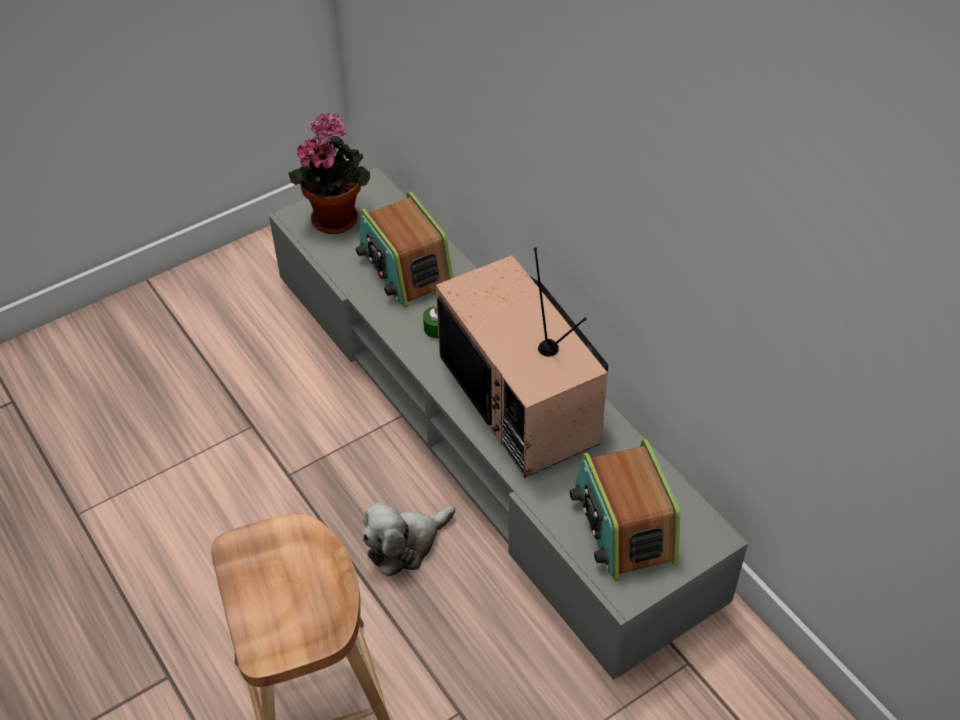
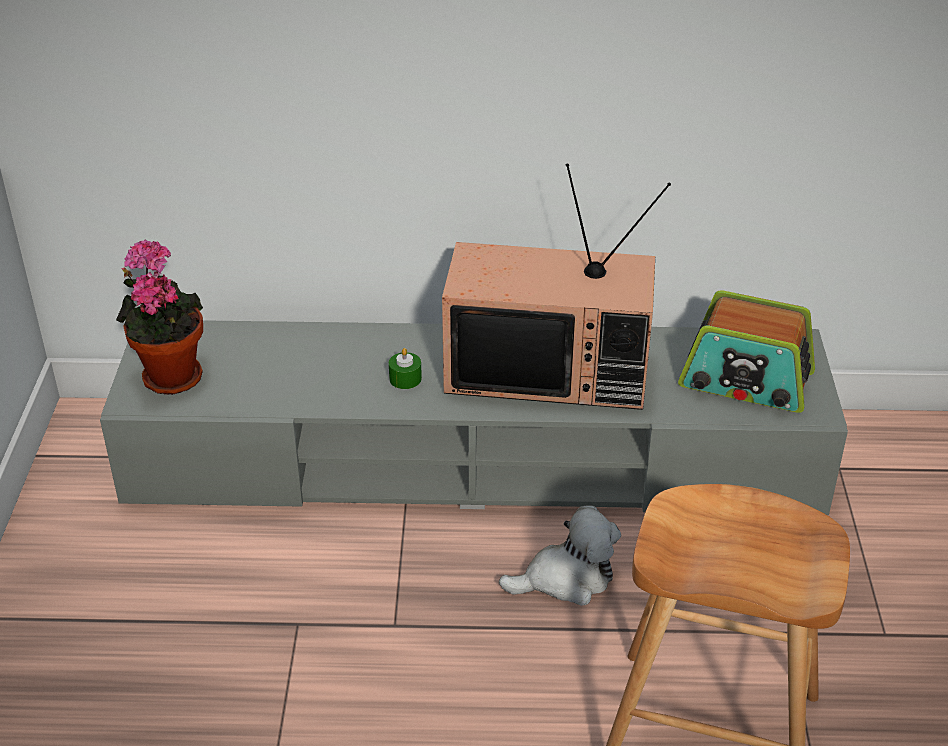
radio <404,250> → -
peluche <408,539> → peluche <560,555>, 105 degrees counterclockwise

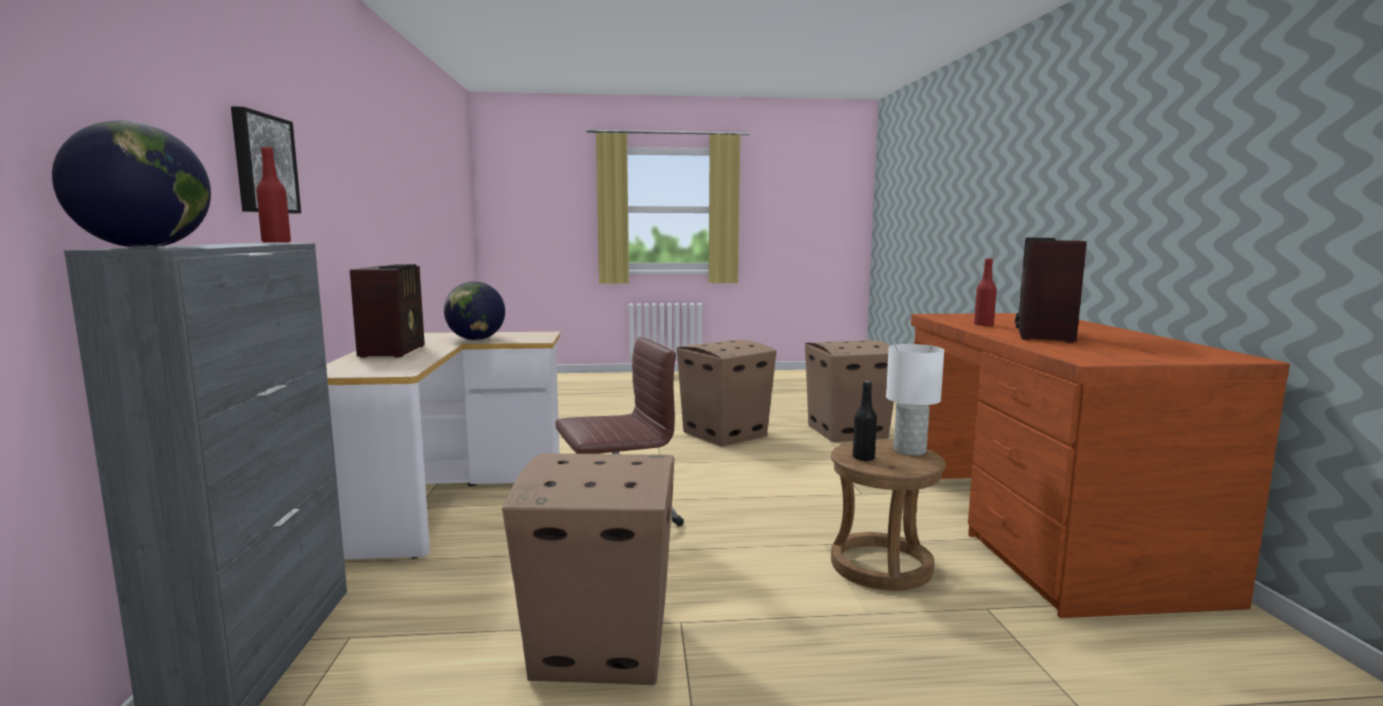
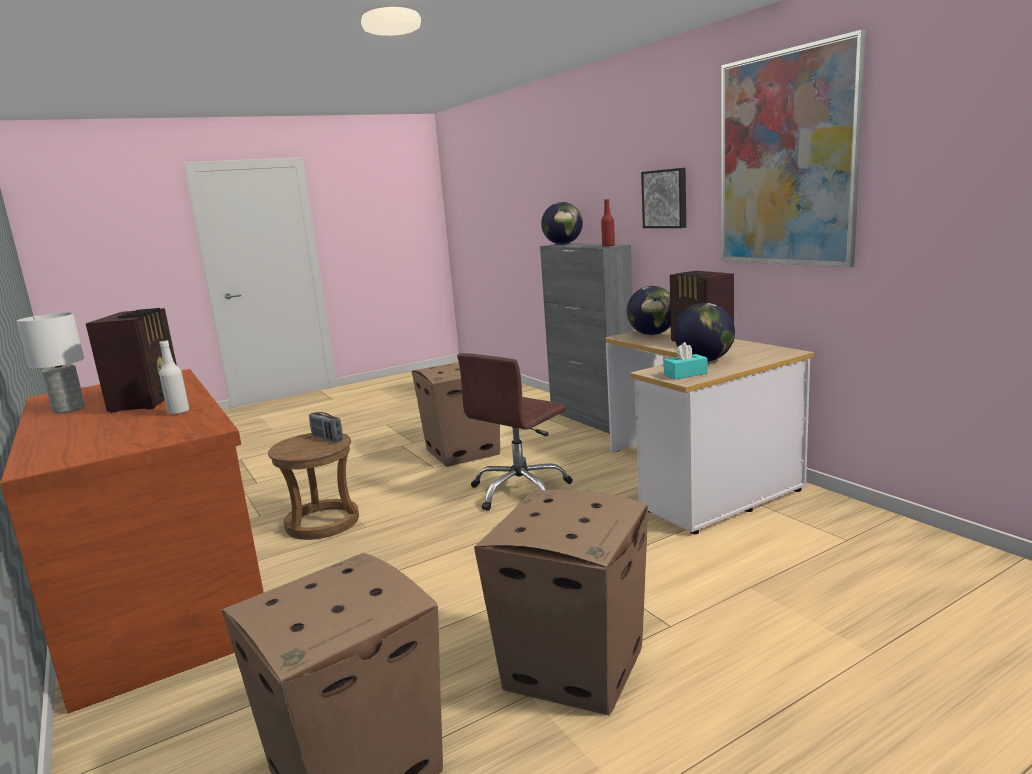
botella (negro) <865,421> → radio <326,427>
lámpara de mesa (blanco) <915,400> → lámpara de mesa (blanco) <51,362>, shifted
botella (rojo) <985,292> → botella (blanco) <174,377>
- → globo terráqueo <649,310>
- → caja de pañuelos (turquesa) <685,361>
- → cuadro <793,148>

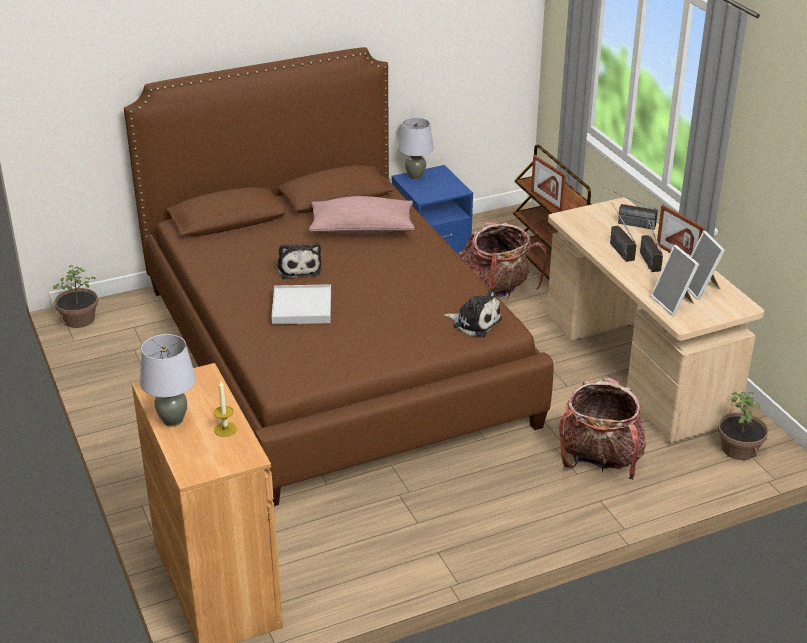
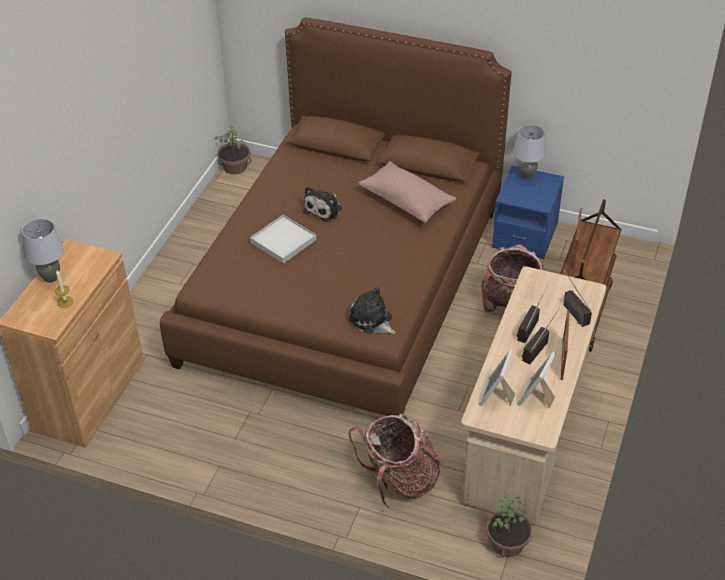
peluche <473,312> → peluche <372,310>, 150 degrees clockwise

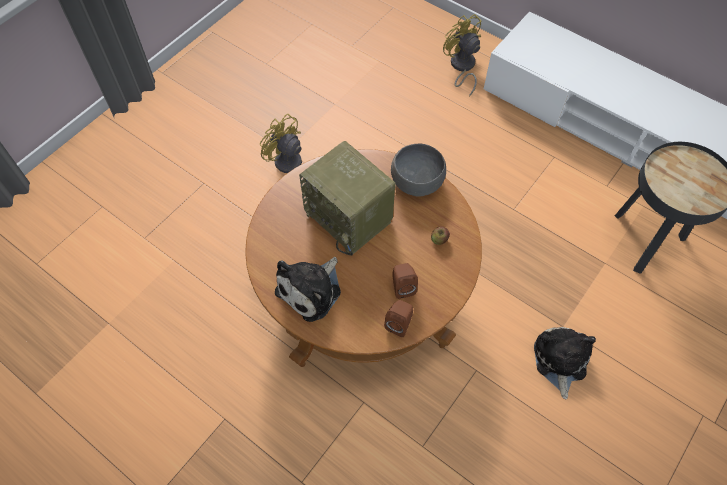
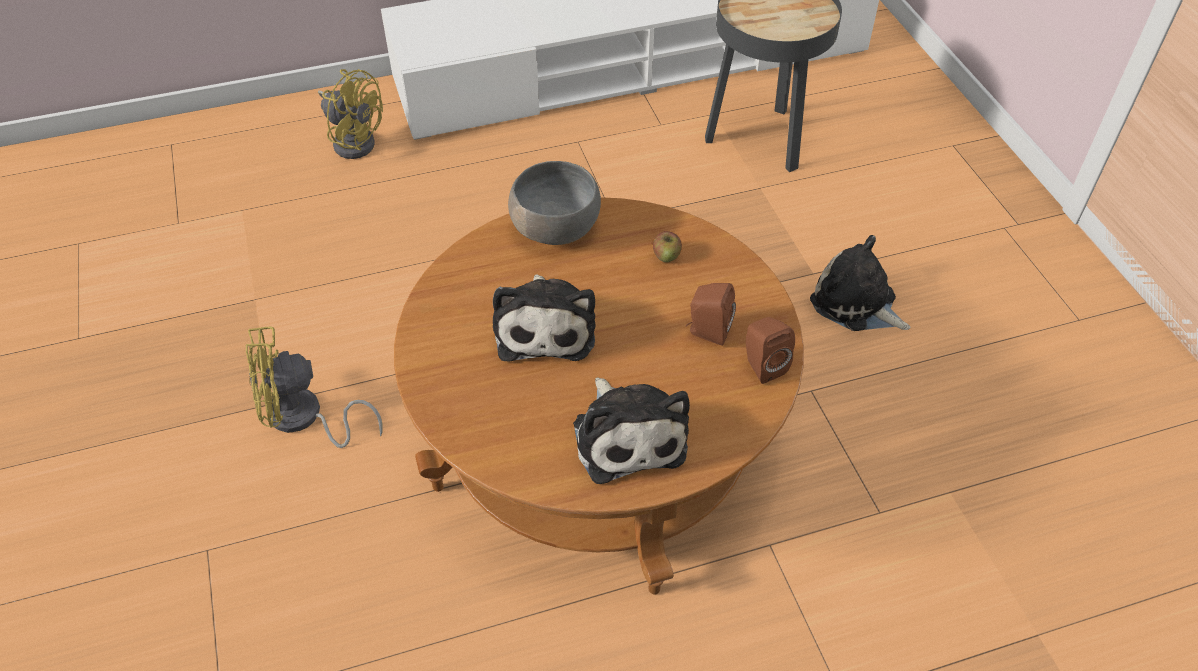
radio <347,198> → peluche <544,317>
ventilador (amarillo) <462,55> → ventilador (amarillo) <350,114>, 150 degrees counterclockwise

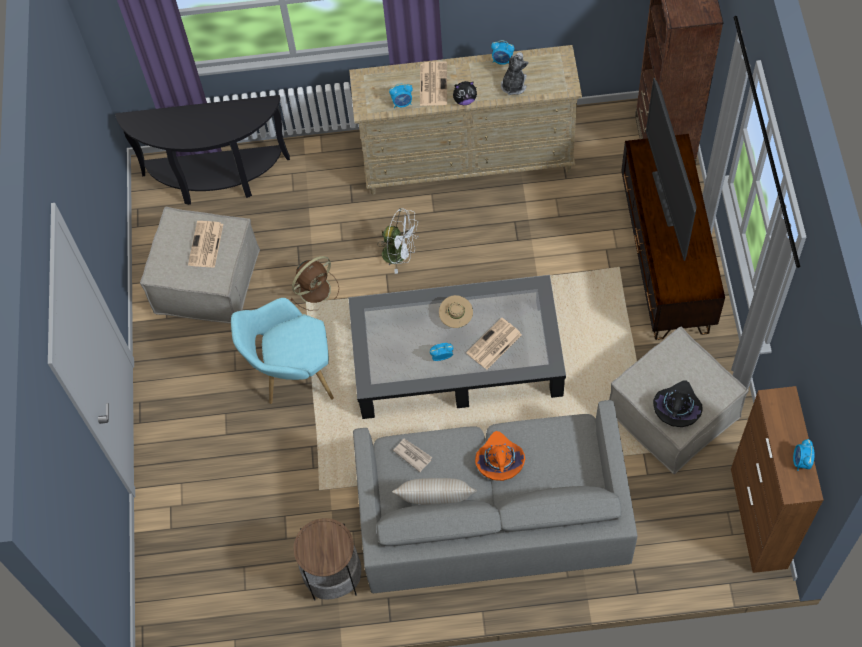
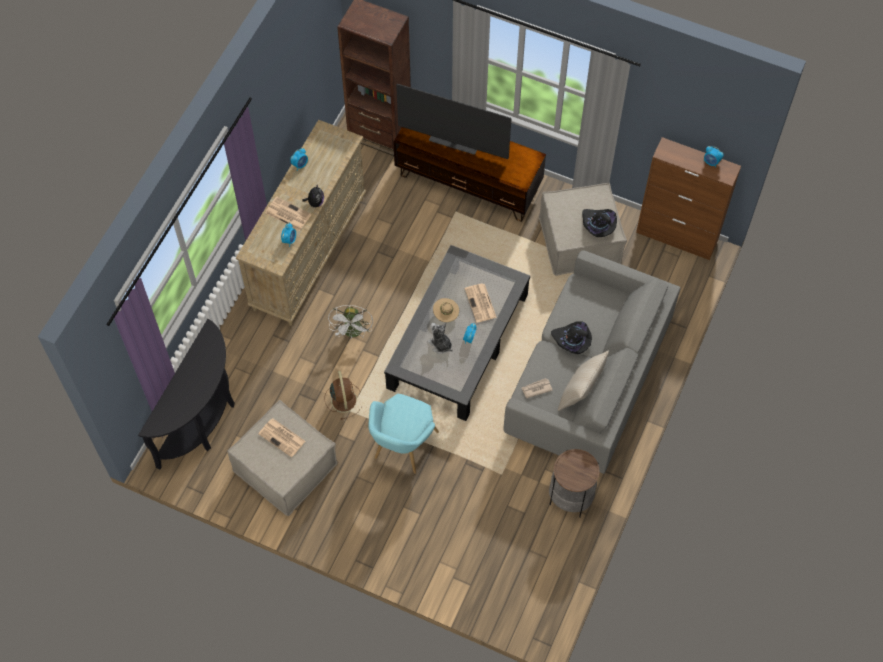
ventilador (blanco) <398,241> → ventilador (blanco) <350,322>, 135 degrees clockwise
sombrero (naranja) <500,456> → sombrero (negro) <571,337>
peluche <514,73> → peluche <440,338>, shifted

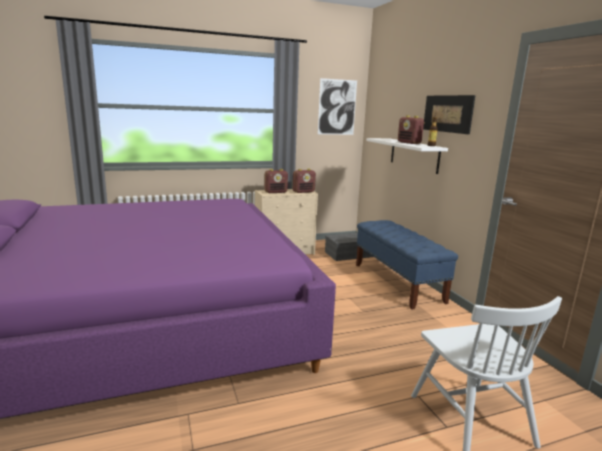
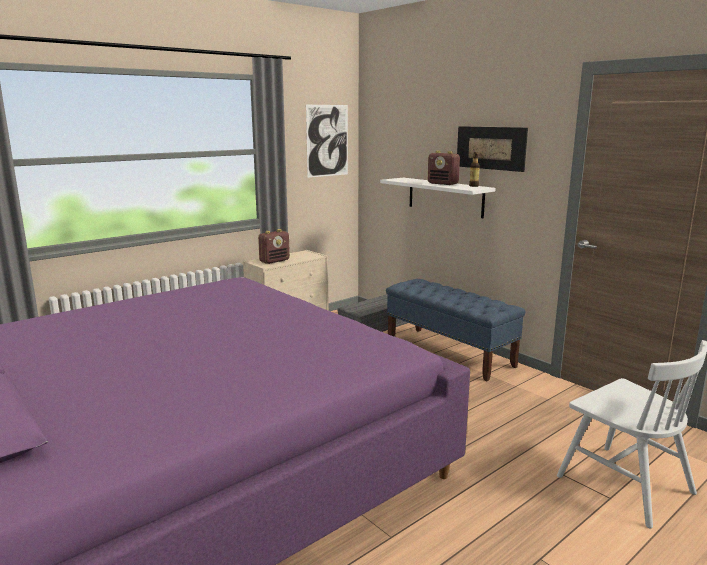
radio <304,181> → -

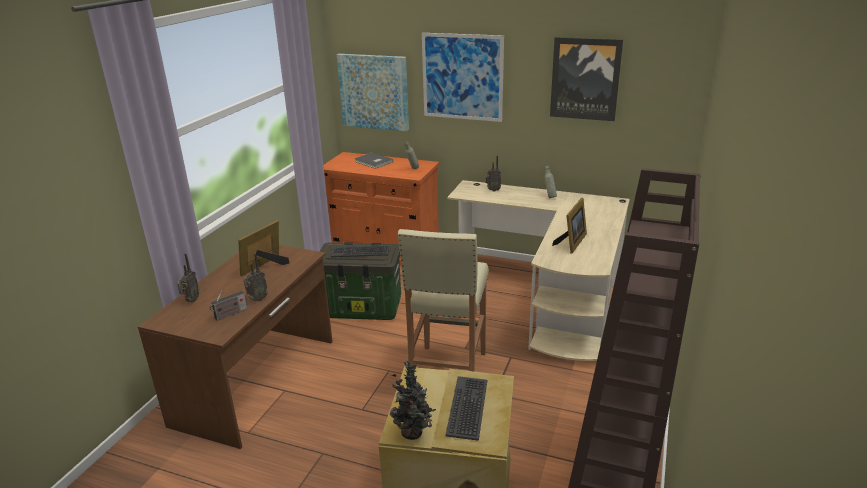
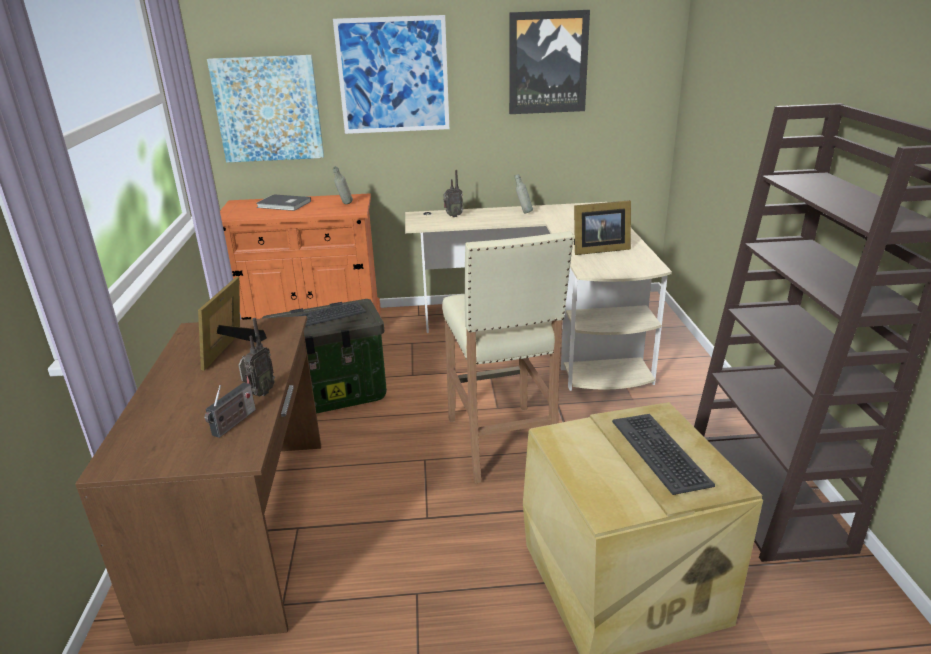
radio <188,277> → -
planta en maceta <413,400> → -
portarretratos <569,226> → portarretratos <602,227>, 75 degrees clockwise

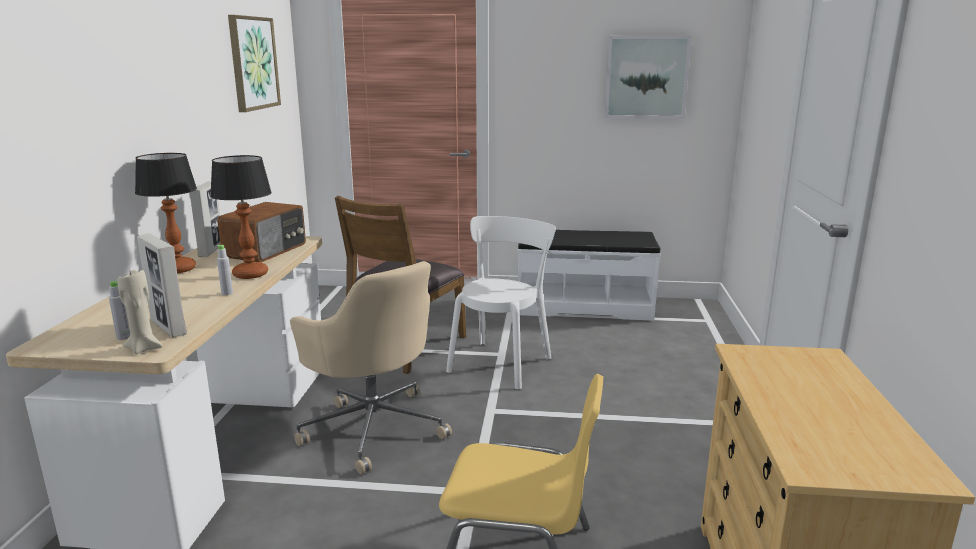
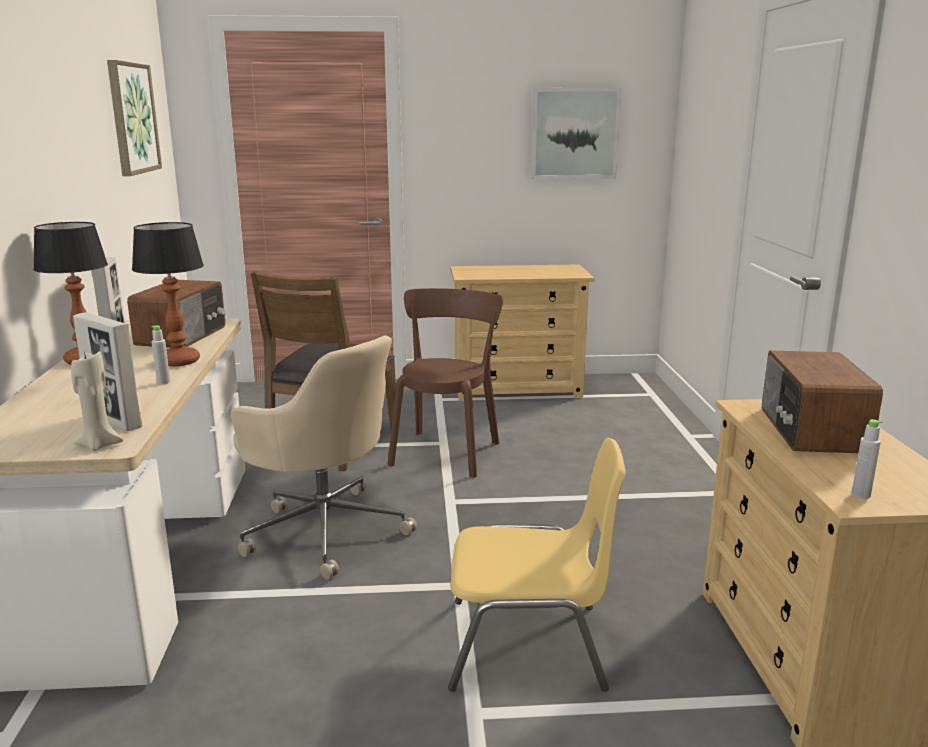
botella (gris) <119,310> → botella (gris) <867,459>, shifted
silla (blanco) <501,302> → silla (marrón) <445,383>
banco (blanco) <589,275> → cómoda (beis) <522,332>
- → radio <822,402>

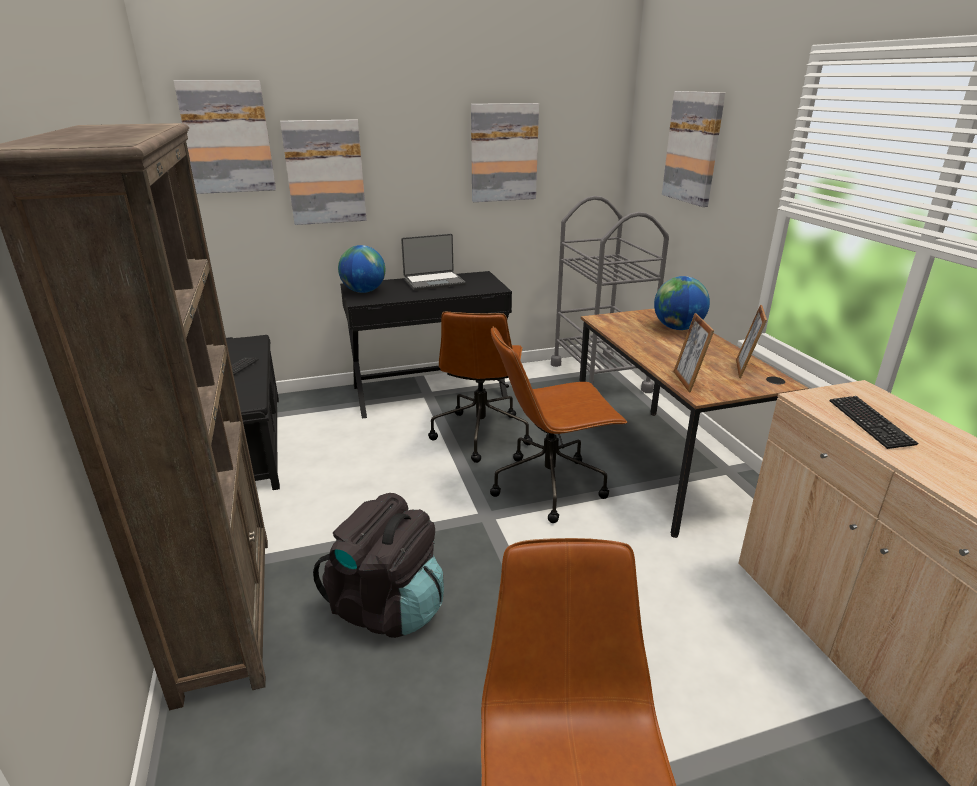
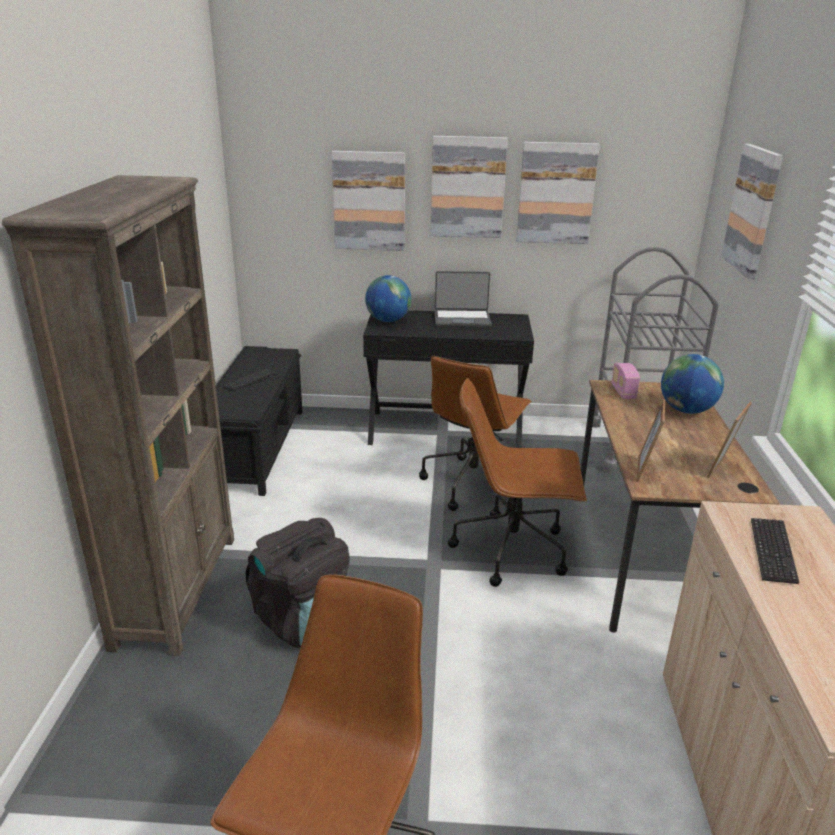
cuadro <225,137> → cuadro <469,187>, shifted
- → radio <626,381>

